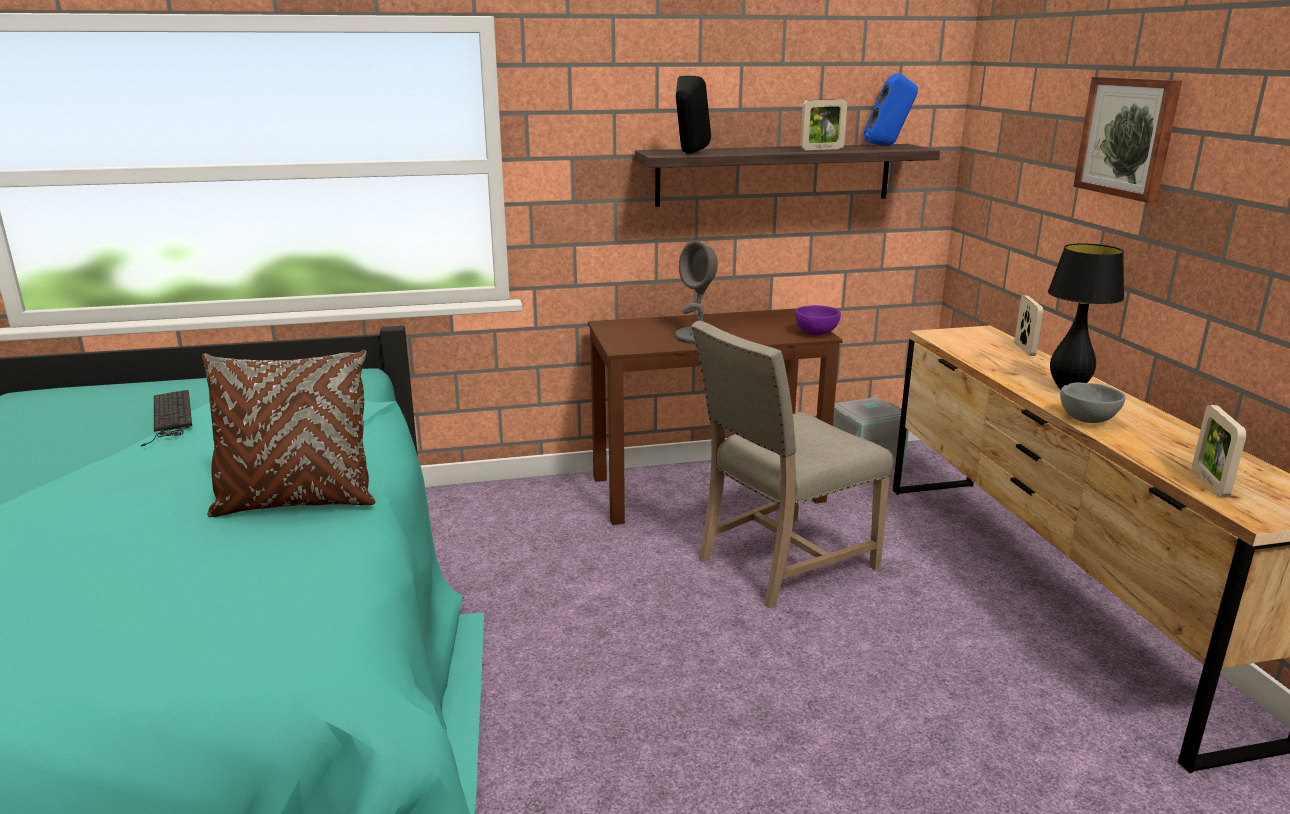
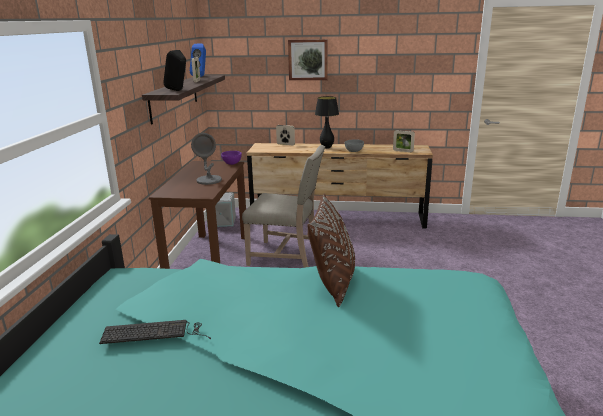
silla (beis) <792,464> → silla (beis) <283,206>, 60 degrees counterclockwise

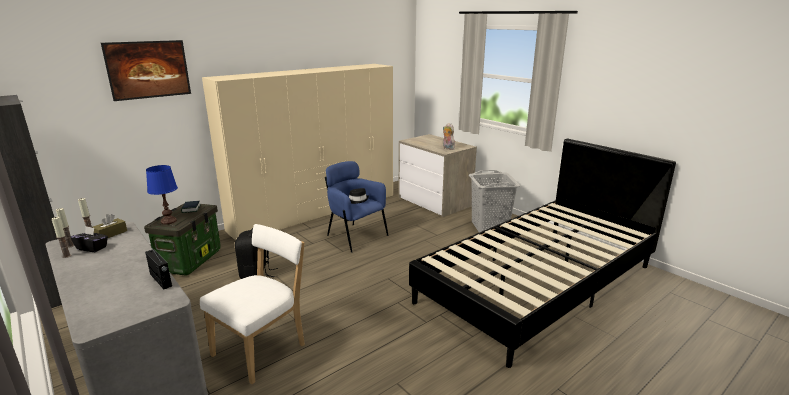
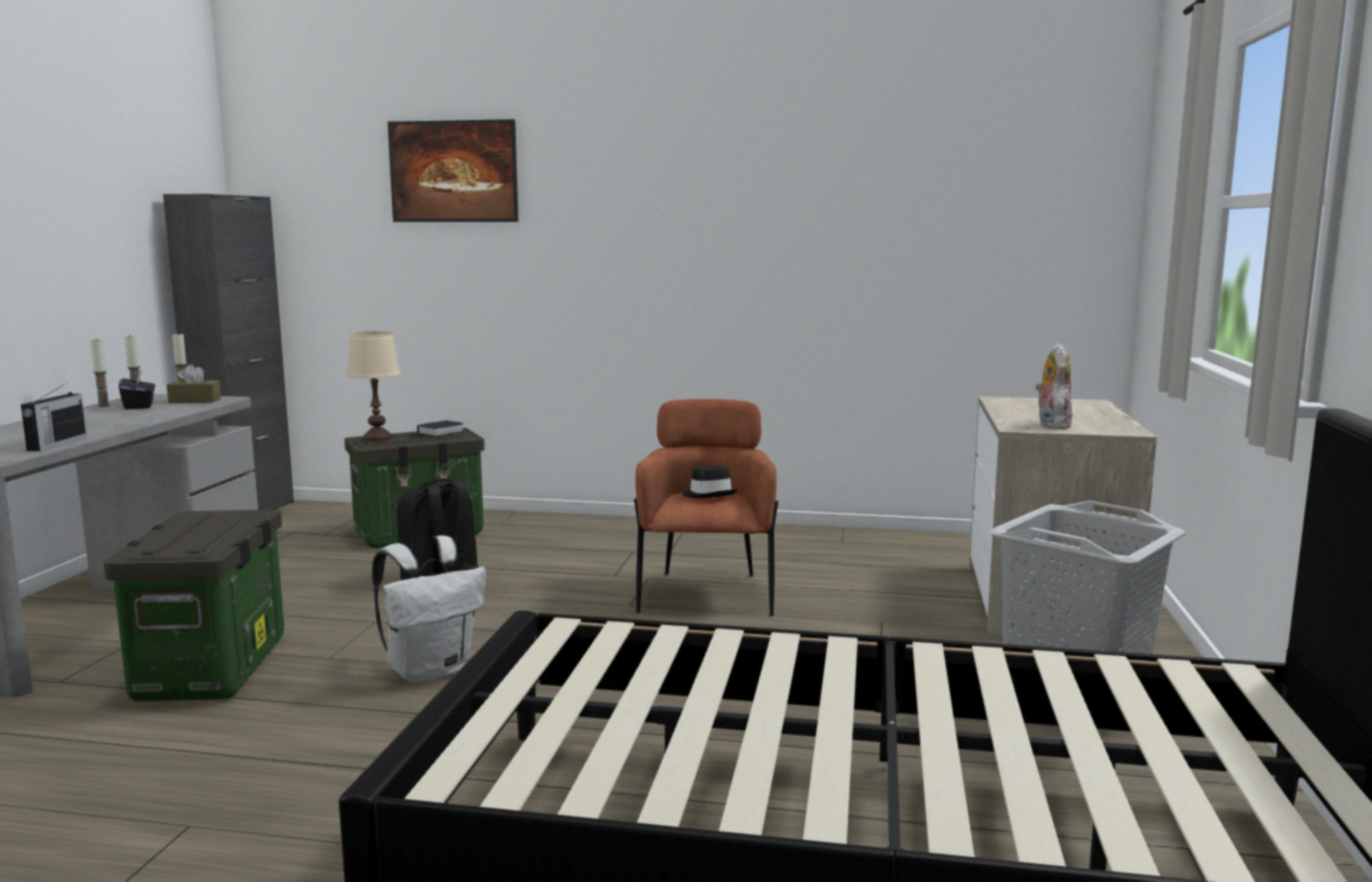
lámpara de mesa (azul) <162,195> → lámpara de mesa (beis) <373,386>
silla (blanco) <252,304> → caja de almacenaje <194,606>
armario ropero (beis) <297,152> → -
sillón (azul) <356,207> → sillón (marrón) <706,507>
- → mochila (blanco) <429,609>

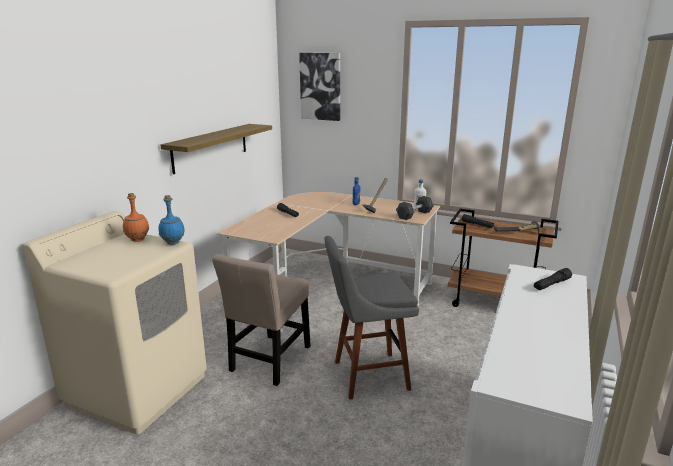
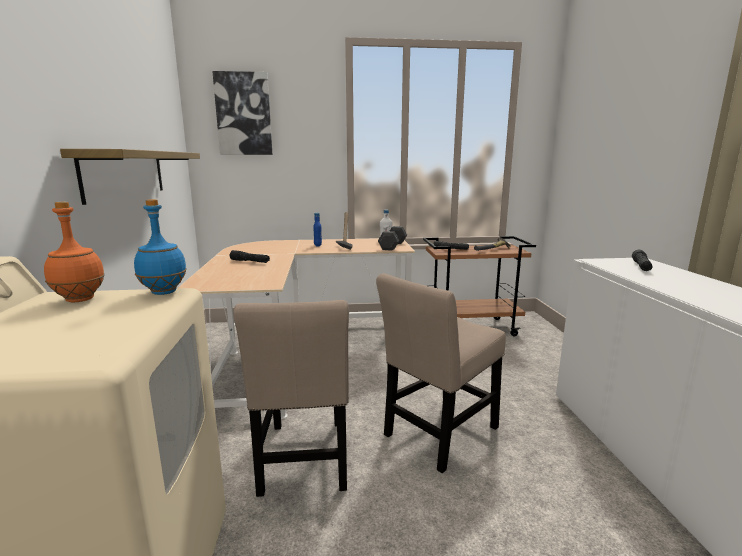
taburete (gris) <371,318> → silla (beis) <441,373>

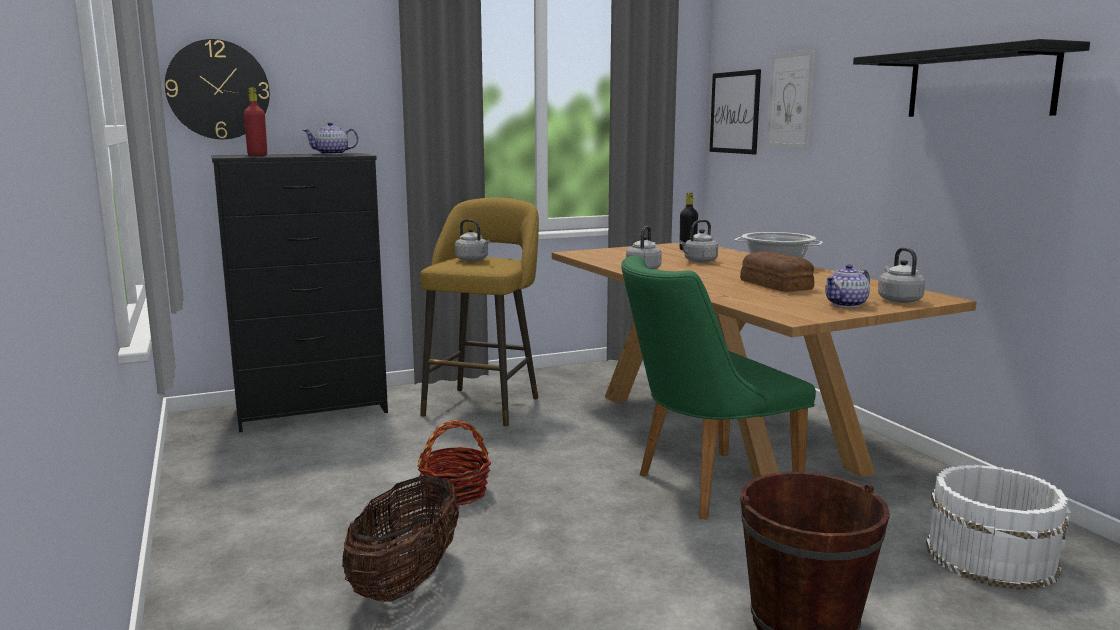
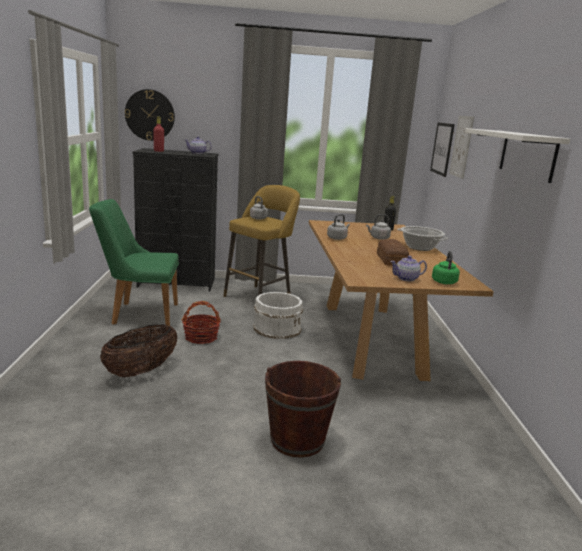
silla (verde) <718,387> → silla (verde) <134,262>, shifted
estante (negro) <971,78> → estante (blanco) <517,155>
hervidor (gris) <901,275> → hervidor (verde) <446,267>
cubo (blanco) <998,527> → cubo (blanco) <278,315>, shifted

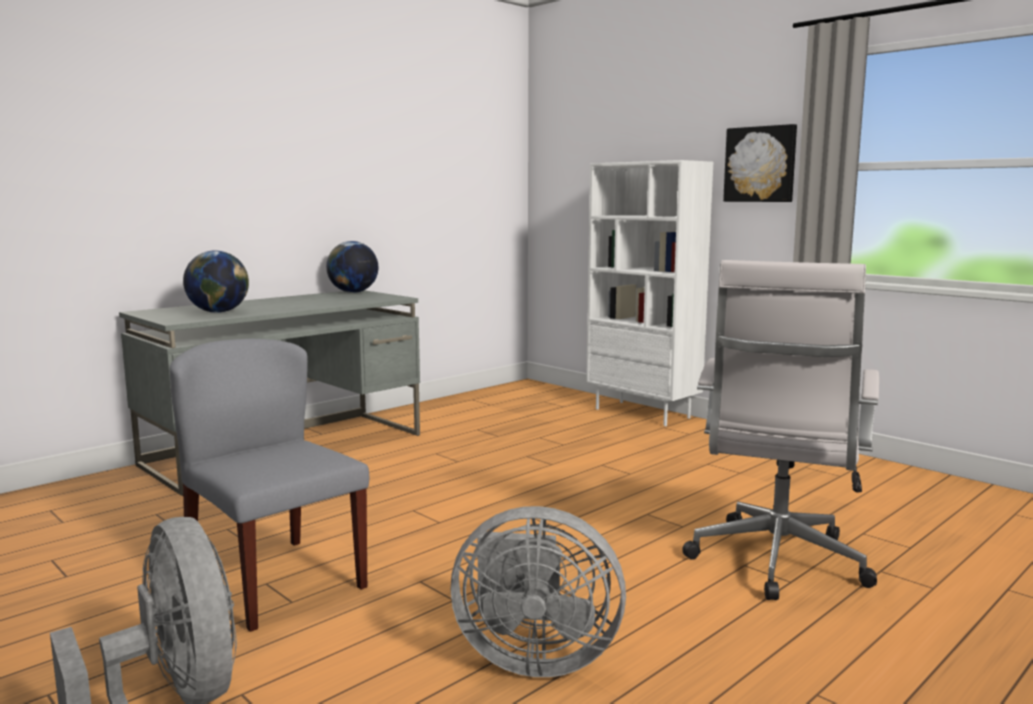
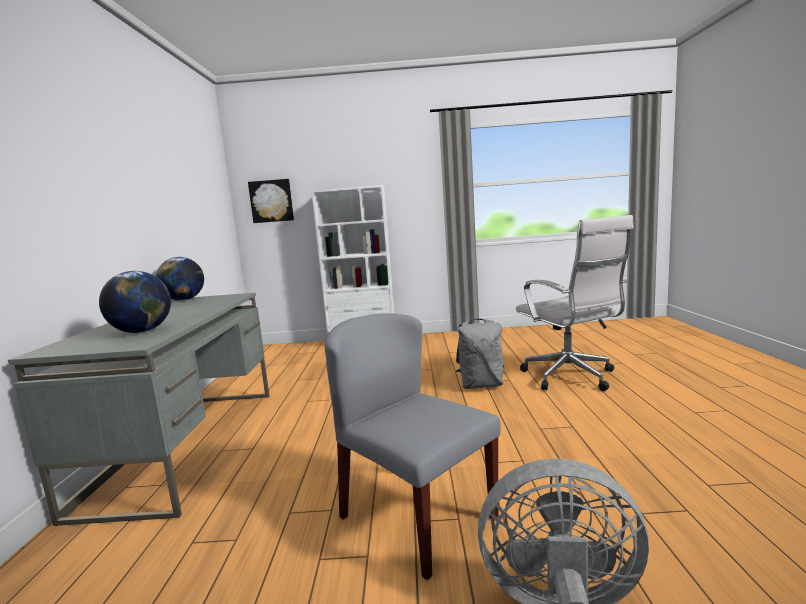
silla (gris) <269,485> → silla (gris) <413,446>, 45 degrees clockwise
ventilador (gris) <538,591> → -
cuadro <760,163> → cuadro <271,201>, shifted
- → mochila (gris) <480,354>

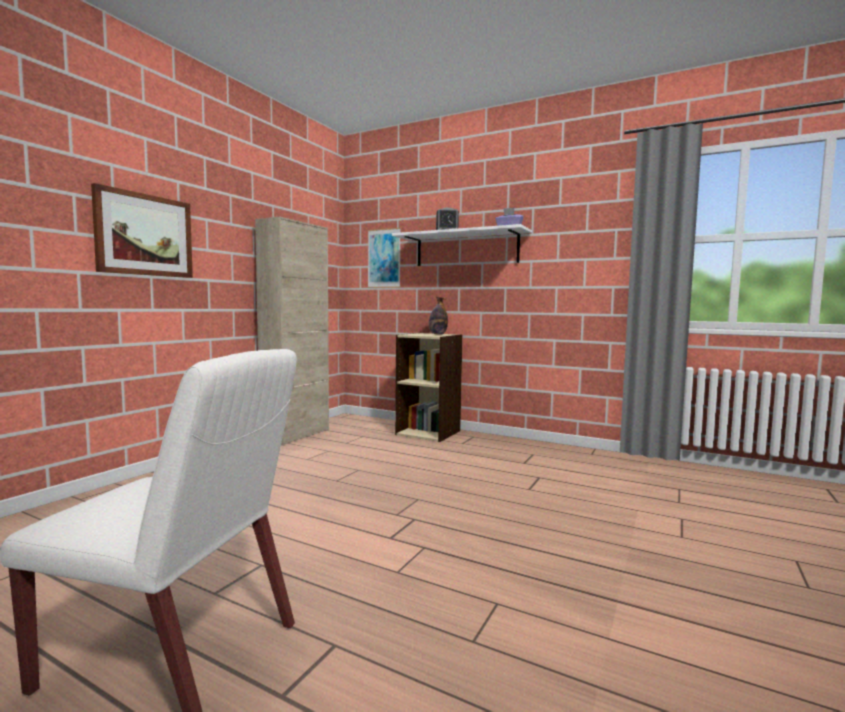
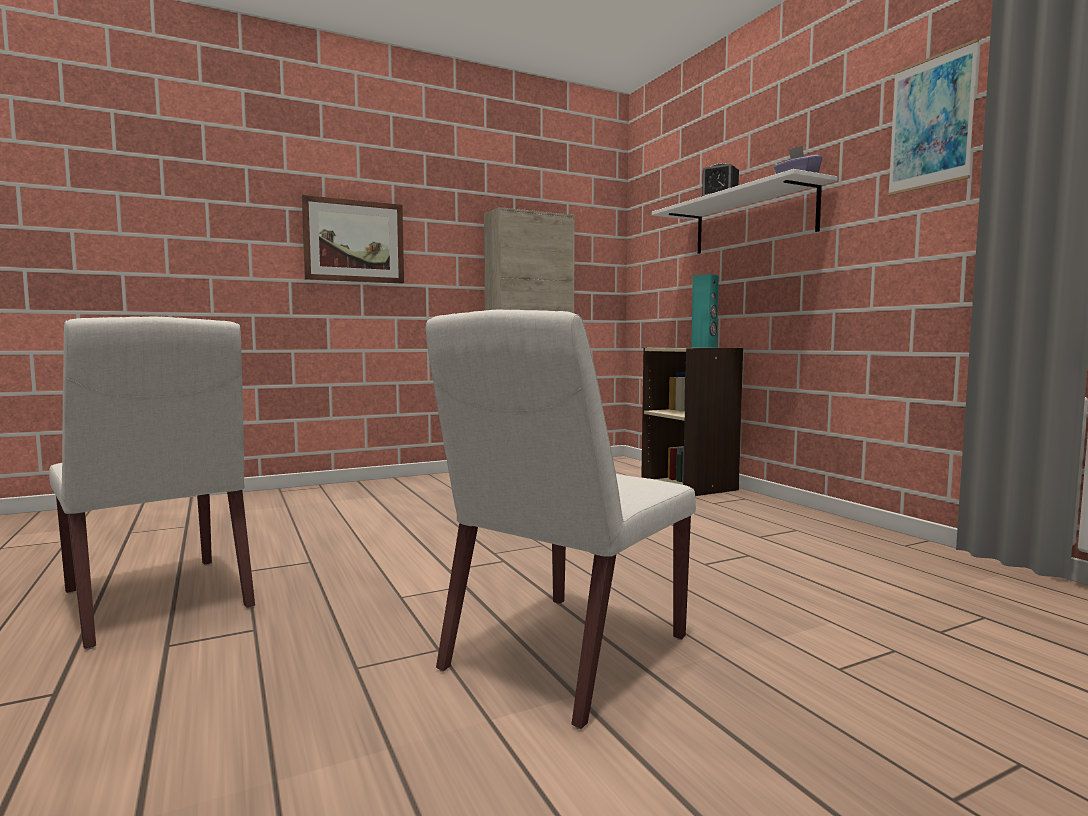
cuadro <384,258> → cuadro <933,117>, shifted
botella <438,316> → altavoz (turquesa) <705,311>
- → silla (blanco) <561,519>

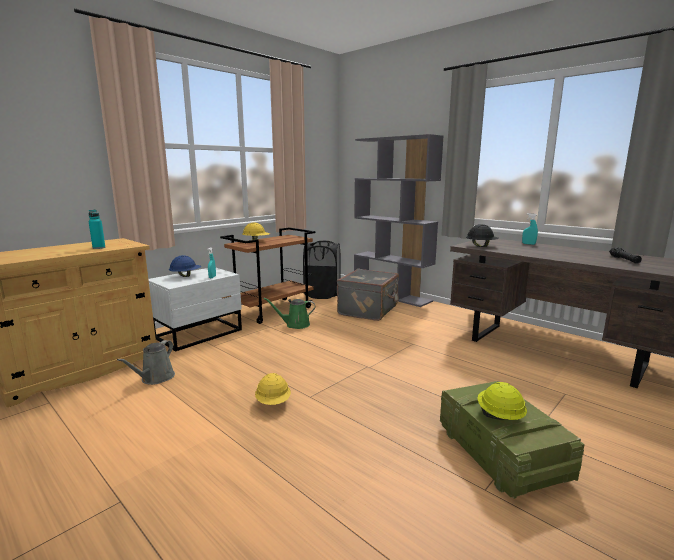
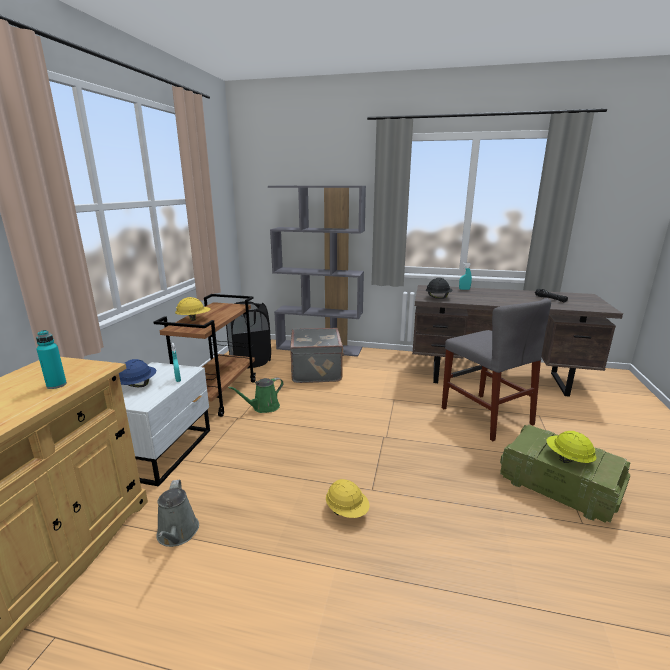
- → silla (gris) <496,369>

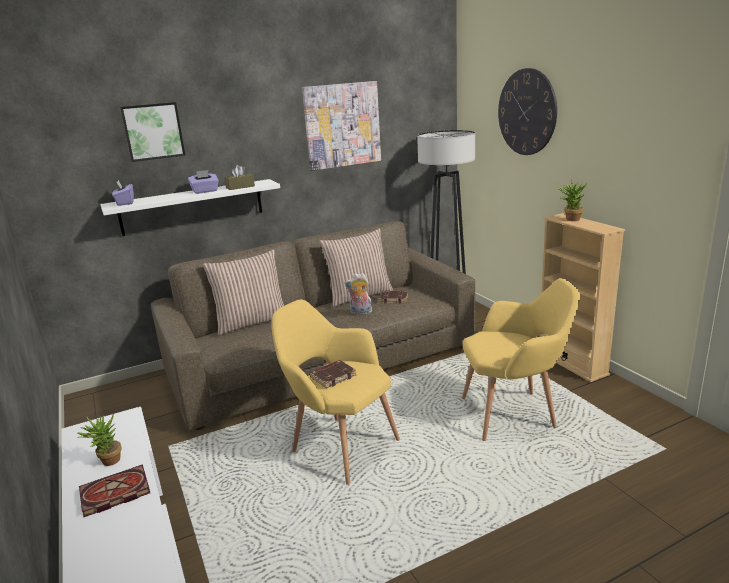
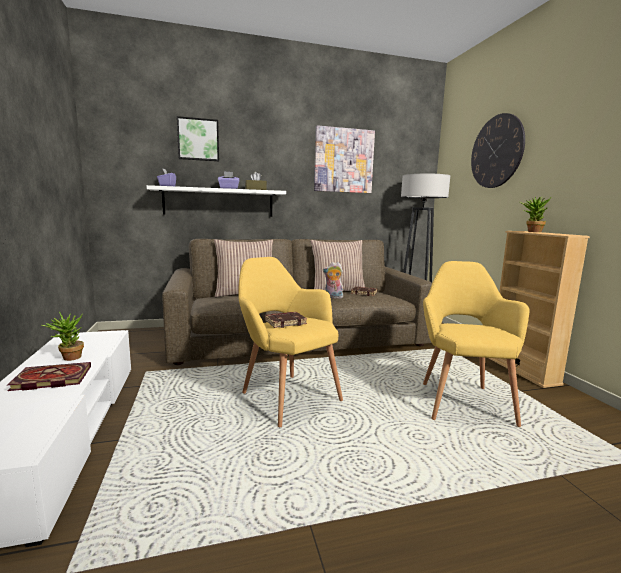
sillón (amarillo) <521,359> → sillón (amarillo) <476,344>, 90 degrees counterclockwise

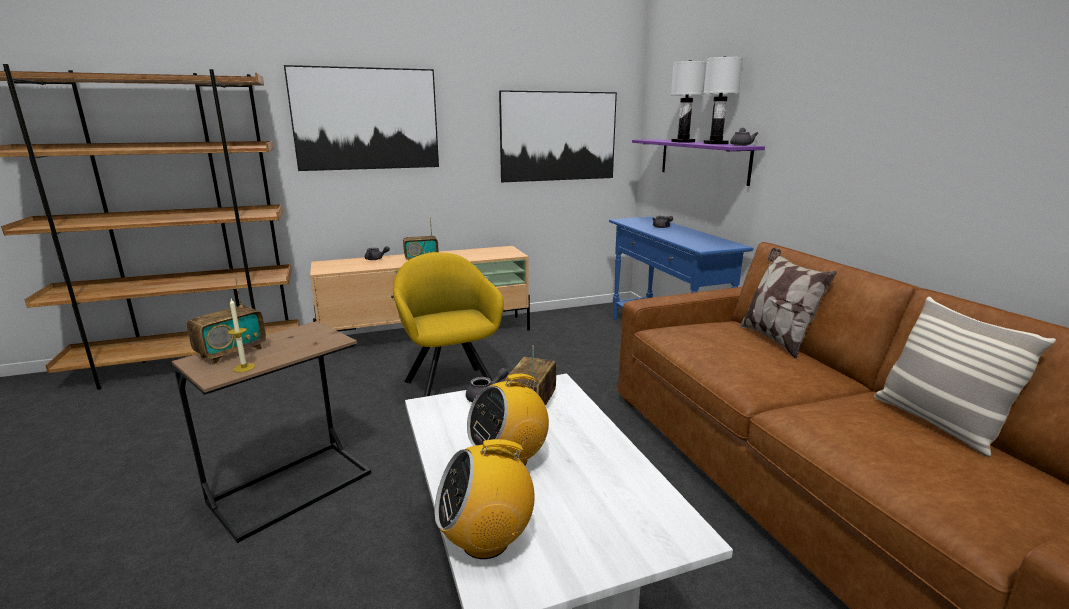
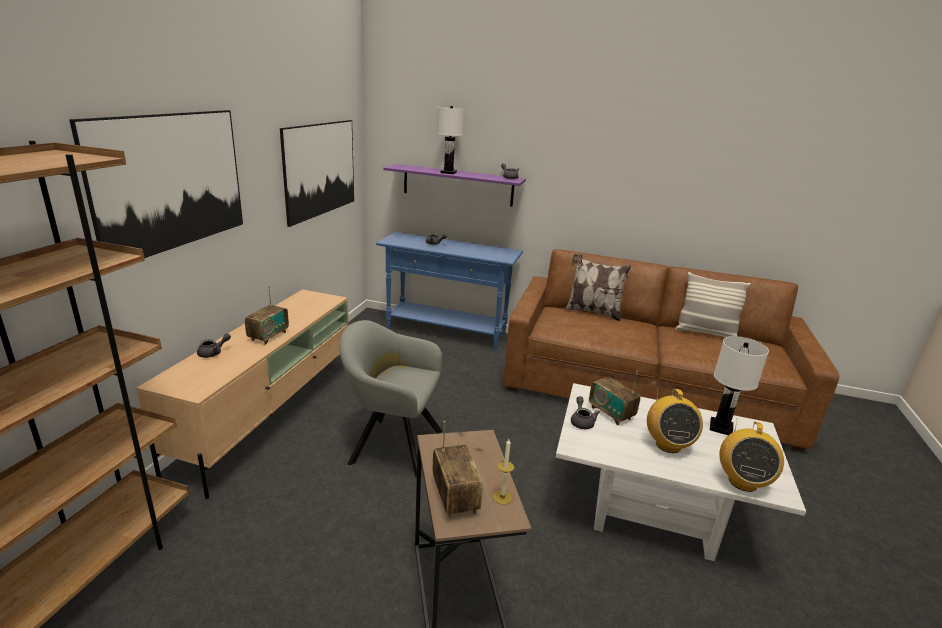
sillón (amarillo) <448,324> → sillón (gris) <391,399>
lámpara de mesa (blanco) <723,100> → lámpara de mesa (blanco) <739,385>, shifted

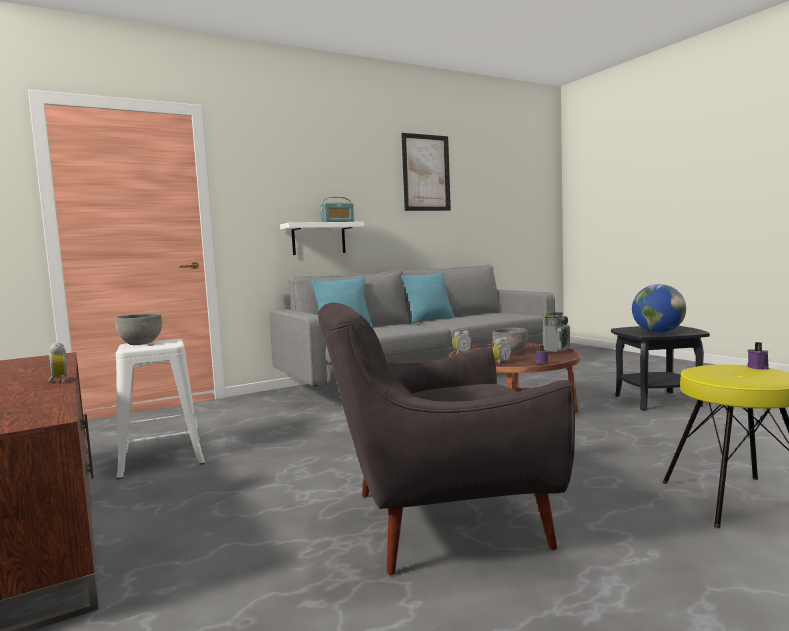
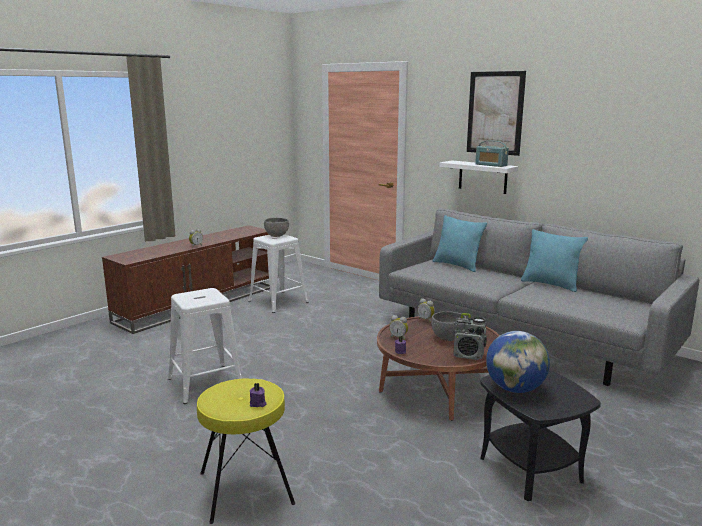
sillón (gris) <446,438> → taburete (blanco) <205,346>
cuadro <426,172> → cuadro <496,113>, shifted

